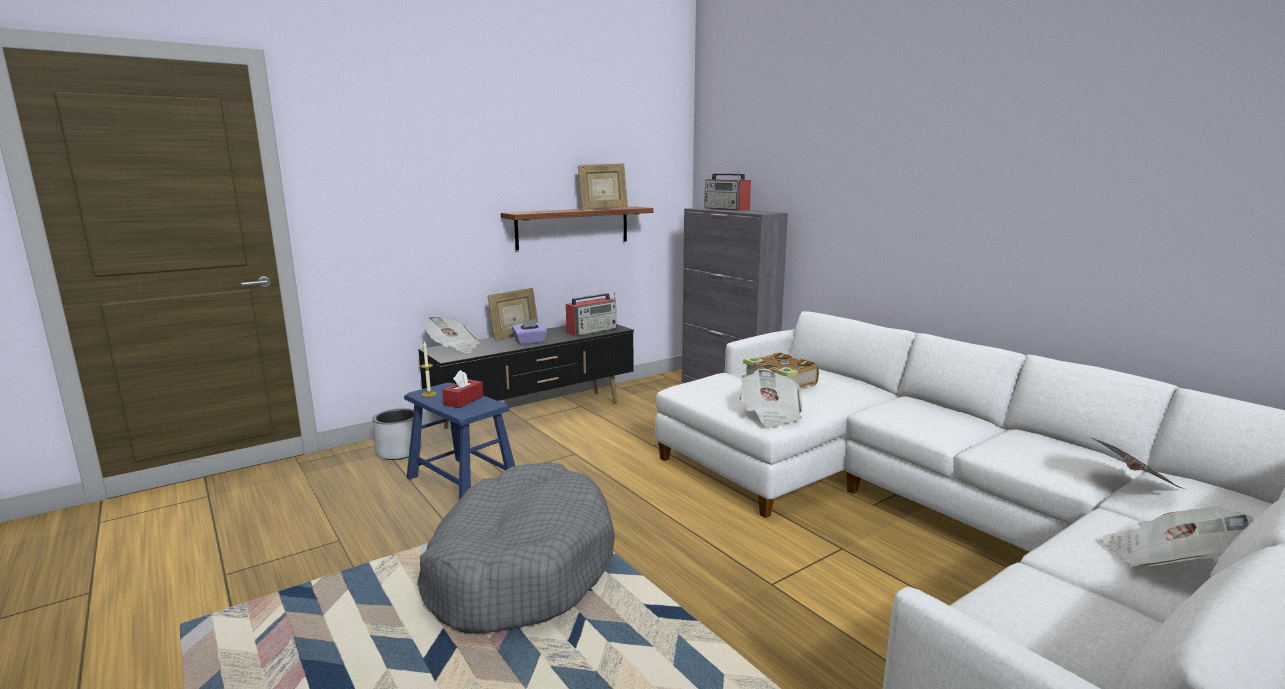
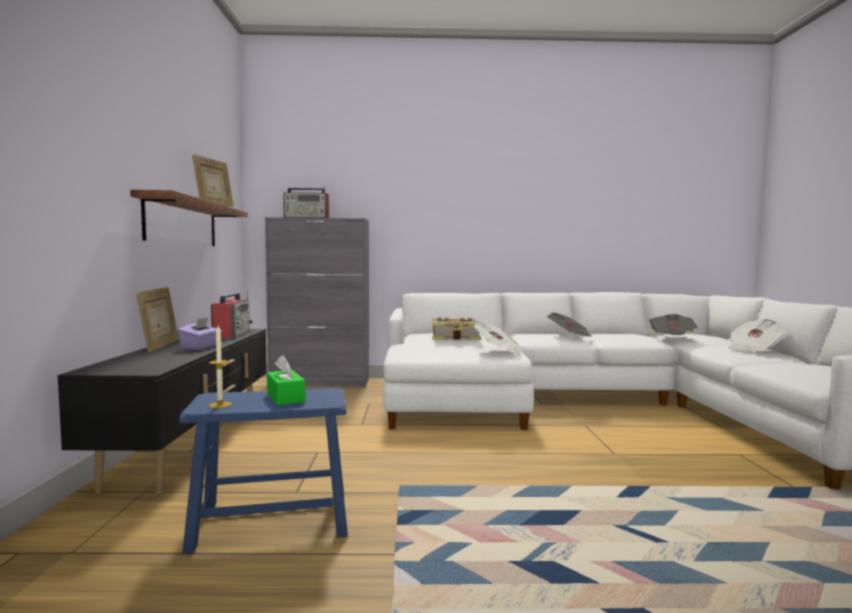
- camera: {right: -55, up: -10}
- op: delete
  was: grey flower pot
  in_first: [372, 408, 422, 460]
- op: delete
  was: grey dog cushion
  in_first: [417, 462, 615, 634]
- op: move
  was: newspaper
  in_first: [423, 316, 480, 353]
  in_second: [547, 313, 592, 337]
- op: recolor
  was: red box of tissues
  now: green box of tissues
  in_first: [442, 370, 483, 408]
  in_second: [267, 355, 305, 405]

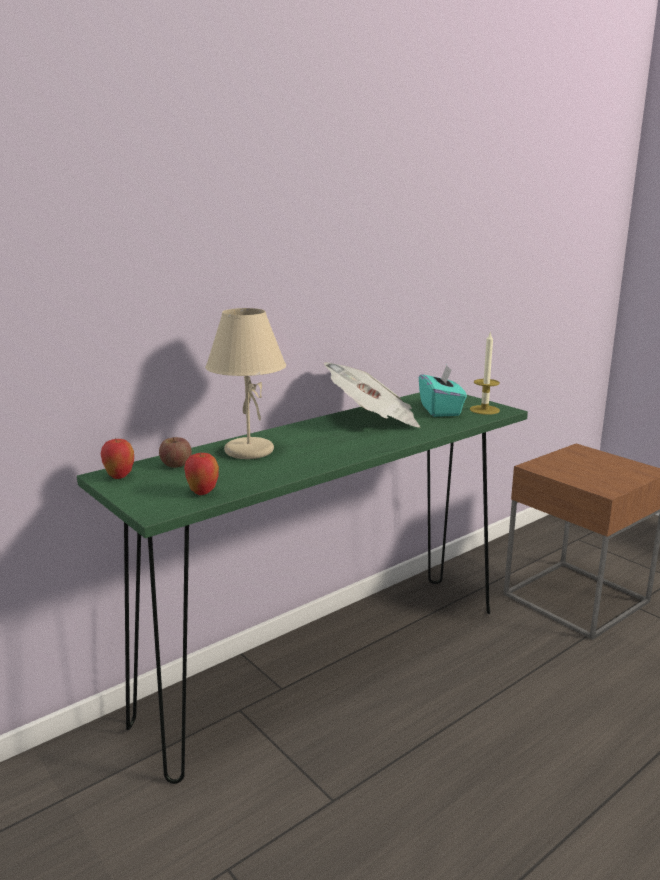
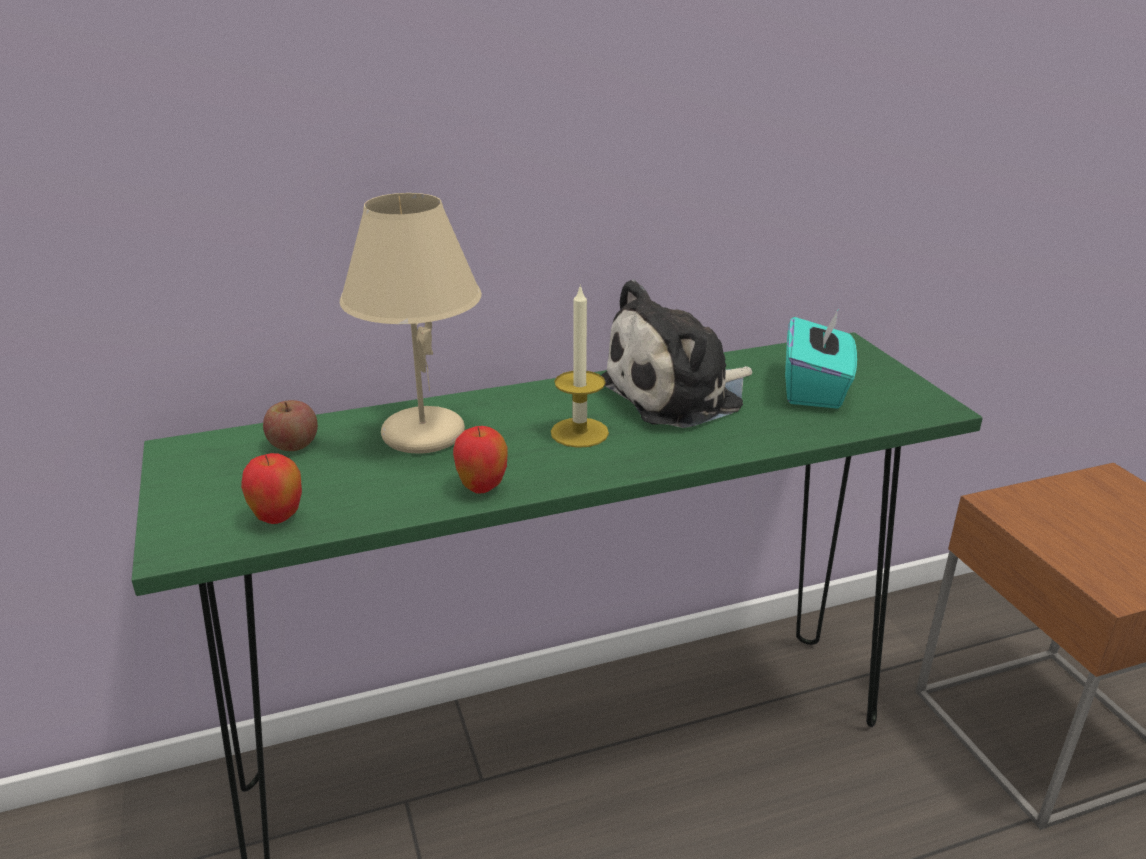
- camera: {right: 20, up: 10}
- op: move
  was: apple fruit
  in_first: [101, 437, 134, 479]
  in_second: [453, 426, 508, 494]
- op: move
  was: wax light
  in_first: [470, 331, 500, 415]
  in_second: [551, 284, 609, 448]
- op: replace
  was: newspaper
  now: cuddly toy
  in_first: [324, 362, 420, 427]
  in_second: [601, 279, 753, 428]

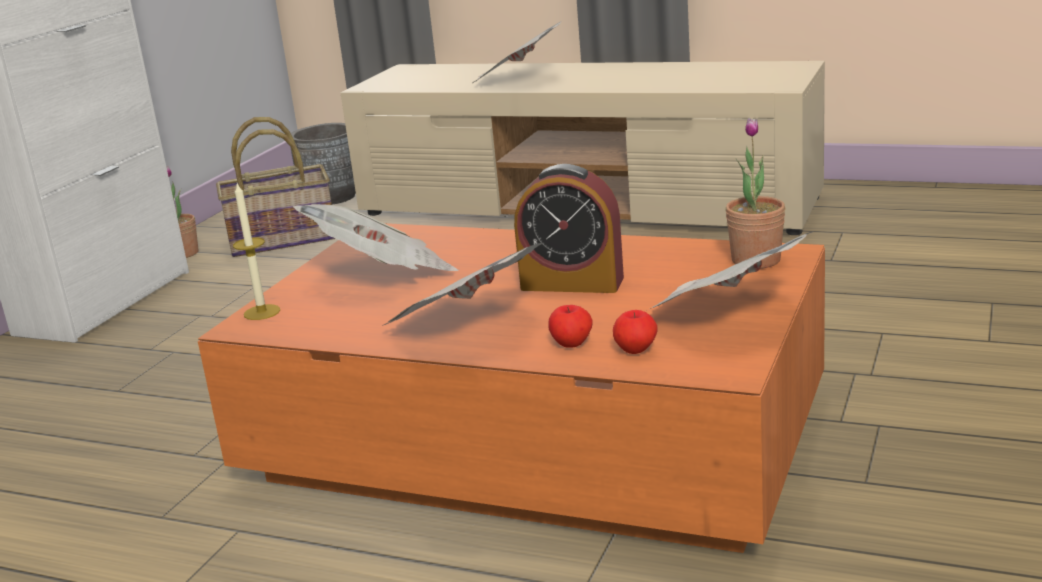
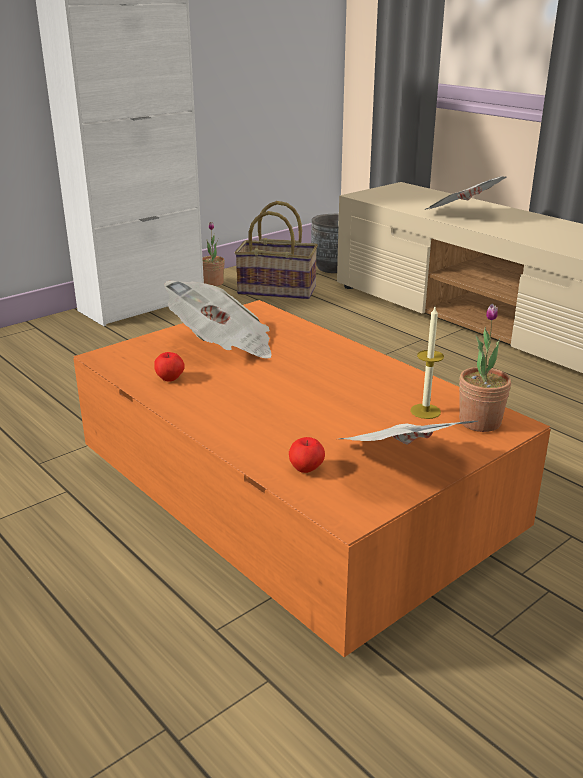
- camera: {right: 25, up: 5}
- op: delete
  was: newspaper
  in_first: [382, 243, 542, 326]
- op: delete
  was: bedside clock
  in_first: [514, 164, 624, 293]
- op: move
  was: wax light
  in_first: [233, 183, 280, 320]
  in_second: [410, 307, 444, 419]
- op: move
  was: apple fruit
  in_first: [549, 305, 593, 348]
  in_second: [154, 352, 185, 382]

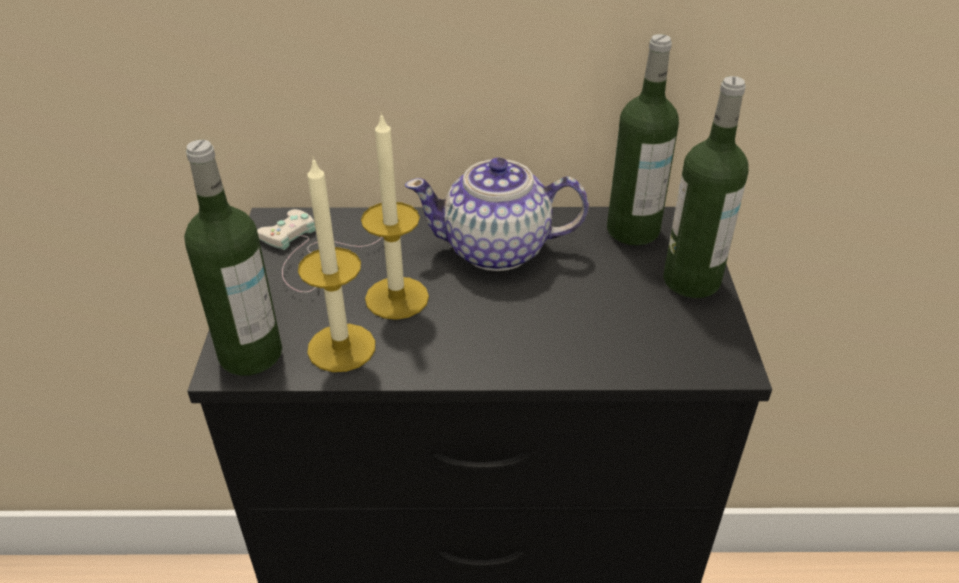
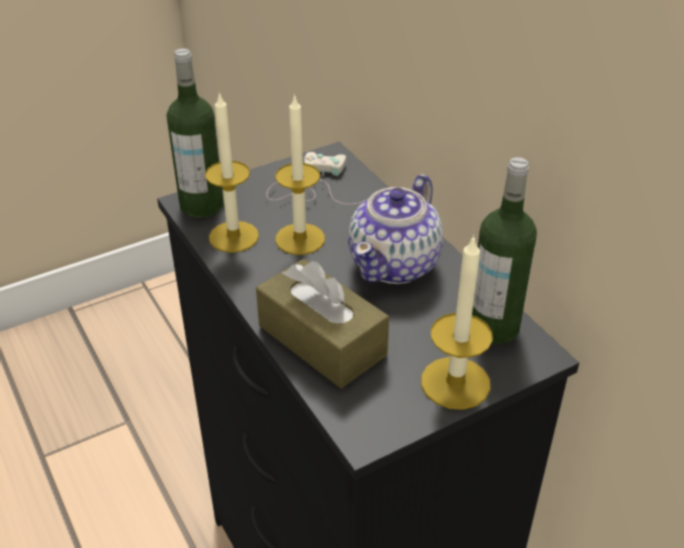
- camera: {right: 60, up: 0}
- op: insert
  now: brownish box of tissues
  in_second: [256, 259, 389, 388]
- op: replace
  was: bottle
  now: wax light
  in_first: [663, 76, 749, 298]
  in_second: [421, 235, 493, 410]
- op: rotate
  was: teapot
  in_first: [405, 157, 589, 271]
  in_second: [348, 174, 443, 284]
  clockwise: -120

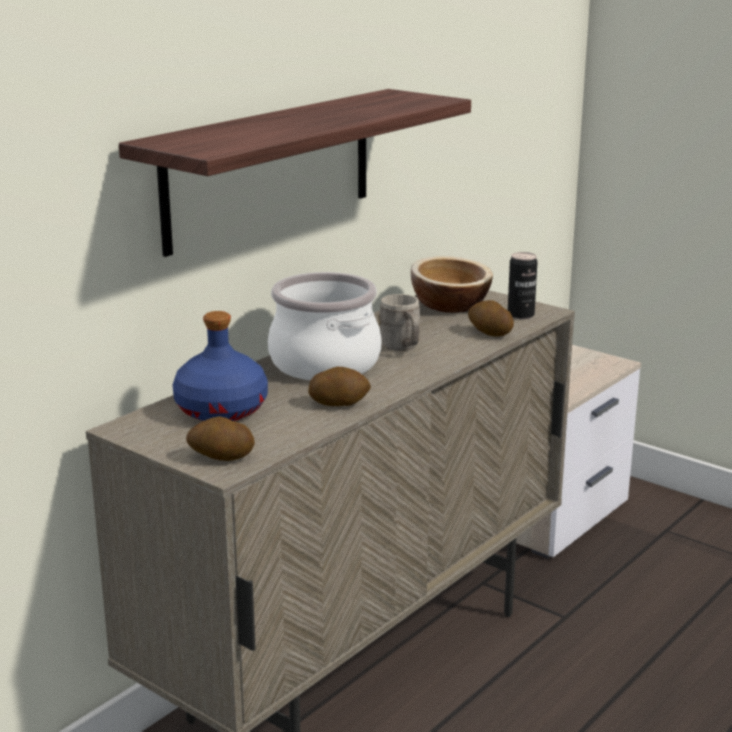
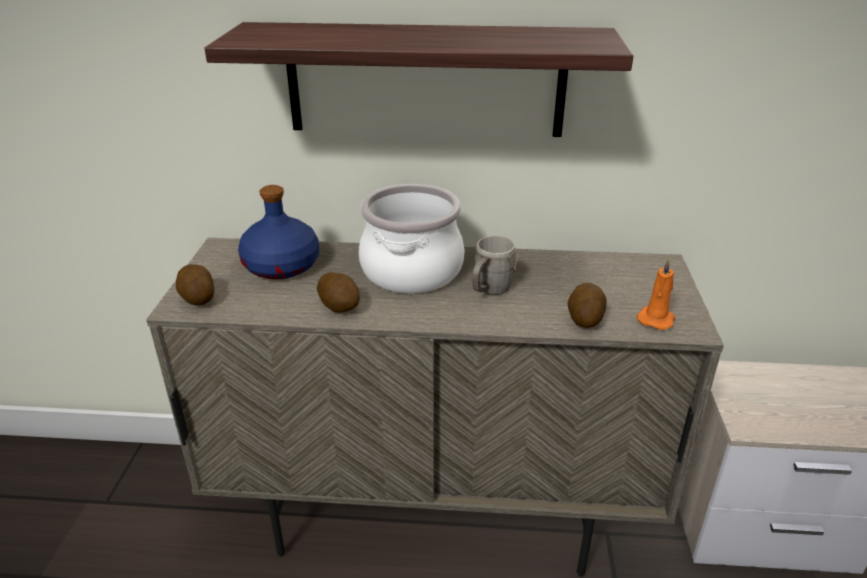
- camera: {right: 55, up: 10}
- op: delete
  was: serving bowl
  in_first: [411, 256, 493, 313]
- op: replace
  was: can
  now: orange-coloured wax light
  in_first: [508, 252, 537, 319]
  in_second: [637, 258, 675, 330]

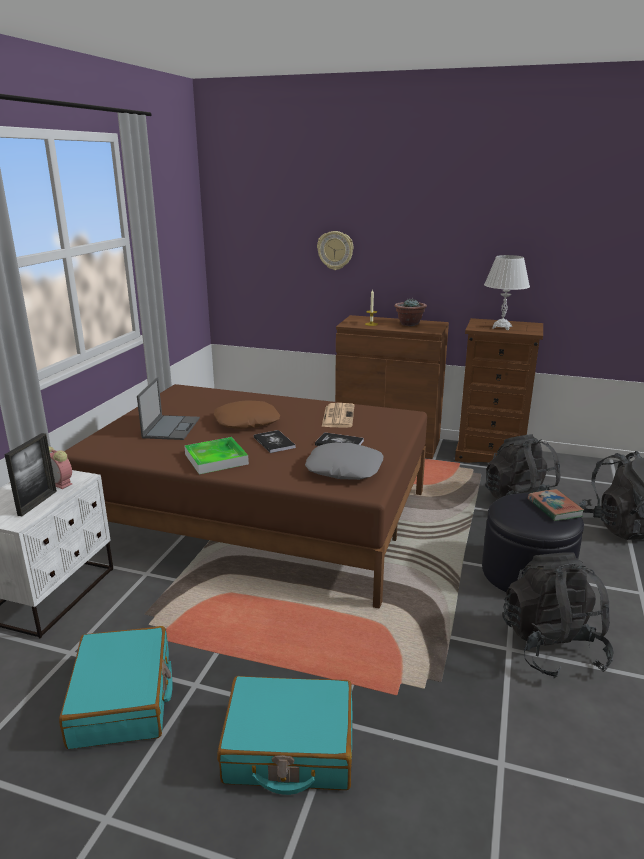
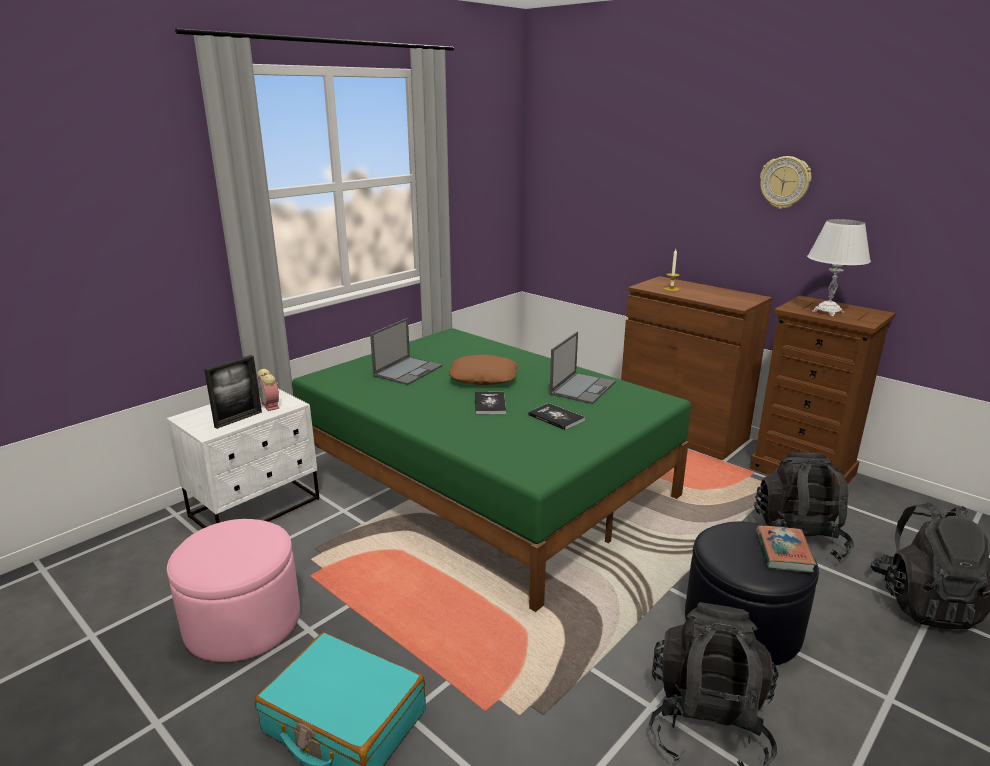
- camera: {right: 25, up: 0}
- op: delete
  was: carrying tray
  in_first: [184, 437, 249, 474]
- op: delete
  was: grey pillow
  in_first: [305, 442, 383, 480]
- op: delete
  was: potted plant
  in_first: [394, 298, 427, 326]
- op: move
  was: clock on the wall
  in_first: [317, 231, 354, 270]
  in_second: [760, 156, 811, 209]
- op: replace
  was: turquoise-coloured suitcase
  now: pink-coloured ottoman
  in_first: [59, 626, 173, 749]
  in_second: [167, 519, 300, 662]
- op: replace
  was: newspaper
  now: notebook computer
  in_first: [322, 403, 354, 428]
  in_second: [550, 332, 616, 404]
- op: recolor
  was: brownish sleeping bed
  now: green sleeping bed
  in_first: [64, 384, 427, 609]
  in_second: [292, 328, 691, 612]

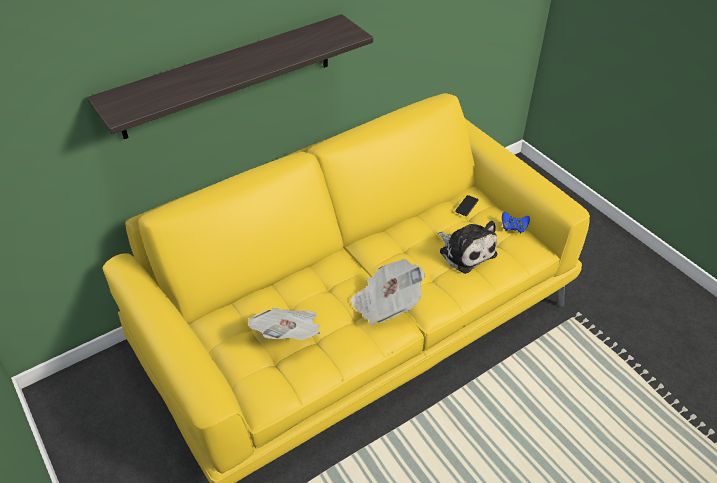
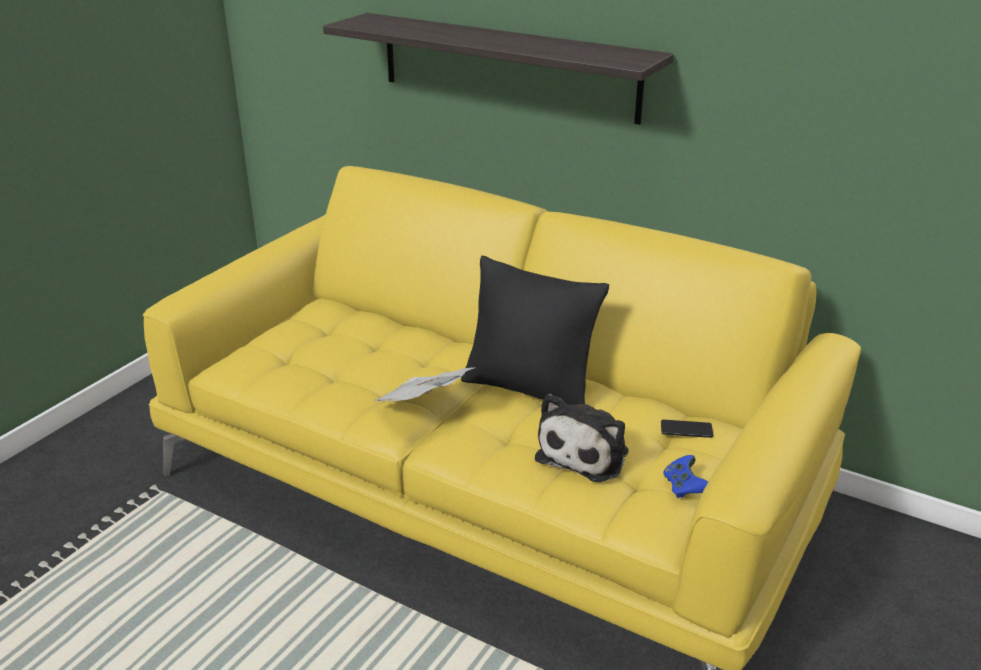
- camera: {right: 65, up: -15}
- op: delete
  was: newspaper
  in_first: [248, 308, 320, 340]
- op: insert
  now: black-coloured pillow
  in_second: [461, 255, 609, 405]

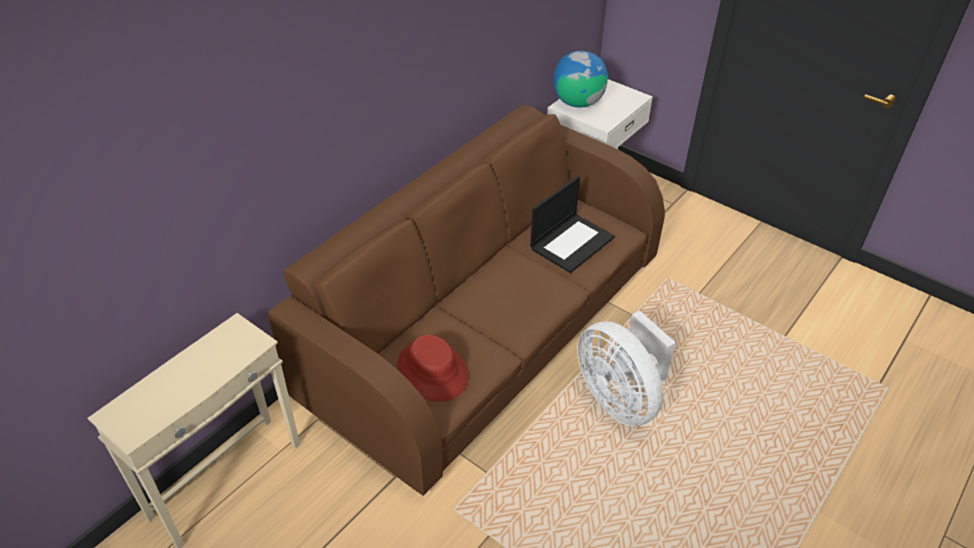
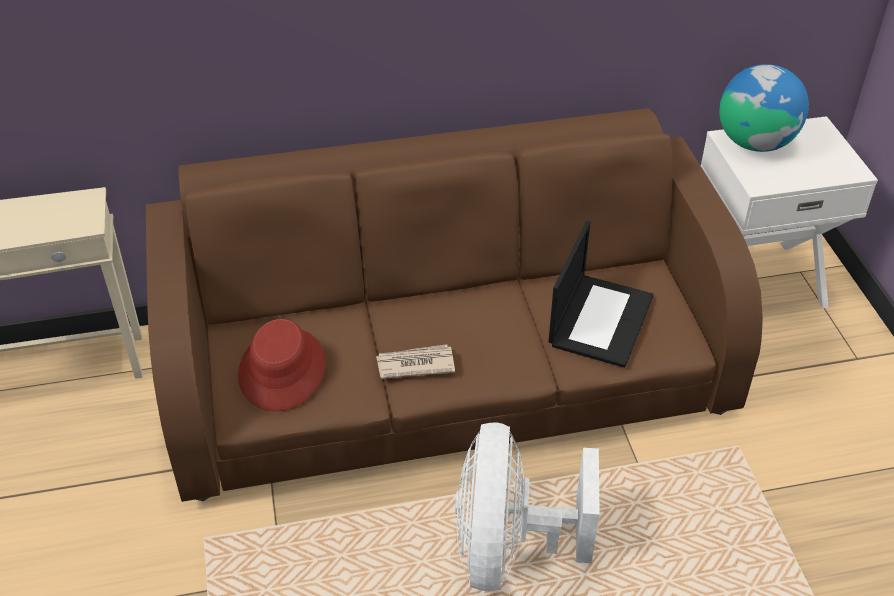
- camera: {right: 40, up: 0}
- op: insert
  now: newspaper
  in_second: [376, 344, 455, 379]
- op: rotate
  was: notebook computer
  in_first: [530, 176, 615, 273]
  in_second: [549, 221, 654, 368]
  clockwise: -60

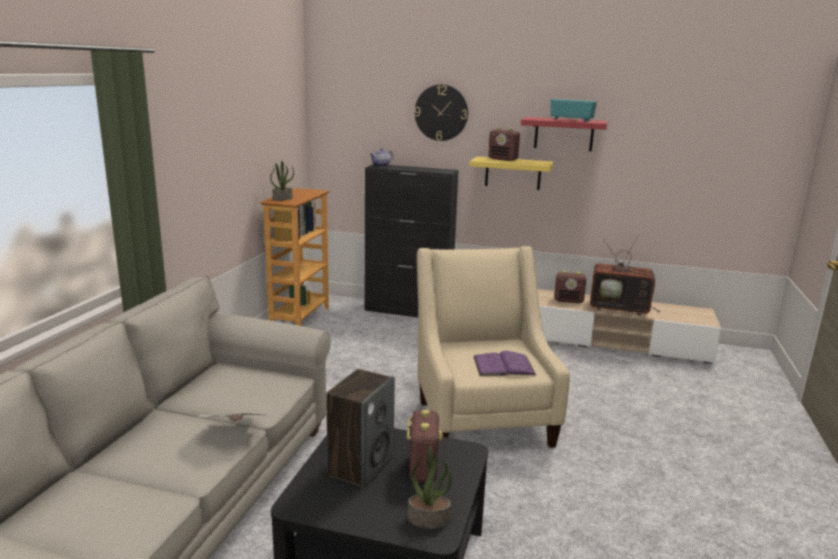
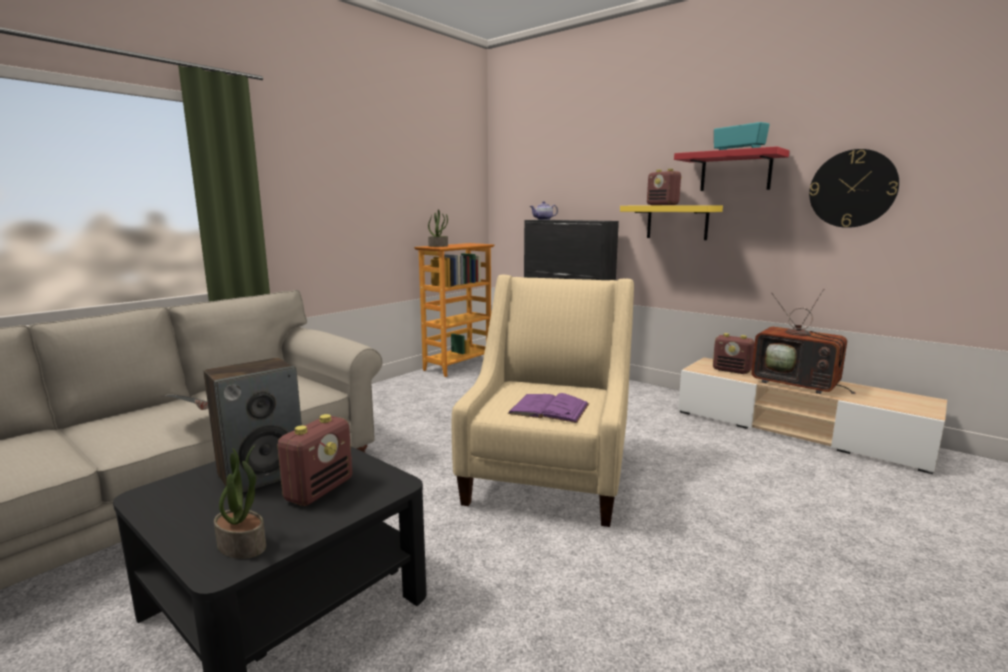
- camera: {right: 25, up: -5}
- op: move
  was: clock on the wall
  in_first: [415, 84, 468, 141]
  in_second: [809, 149, 899, 228]

